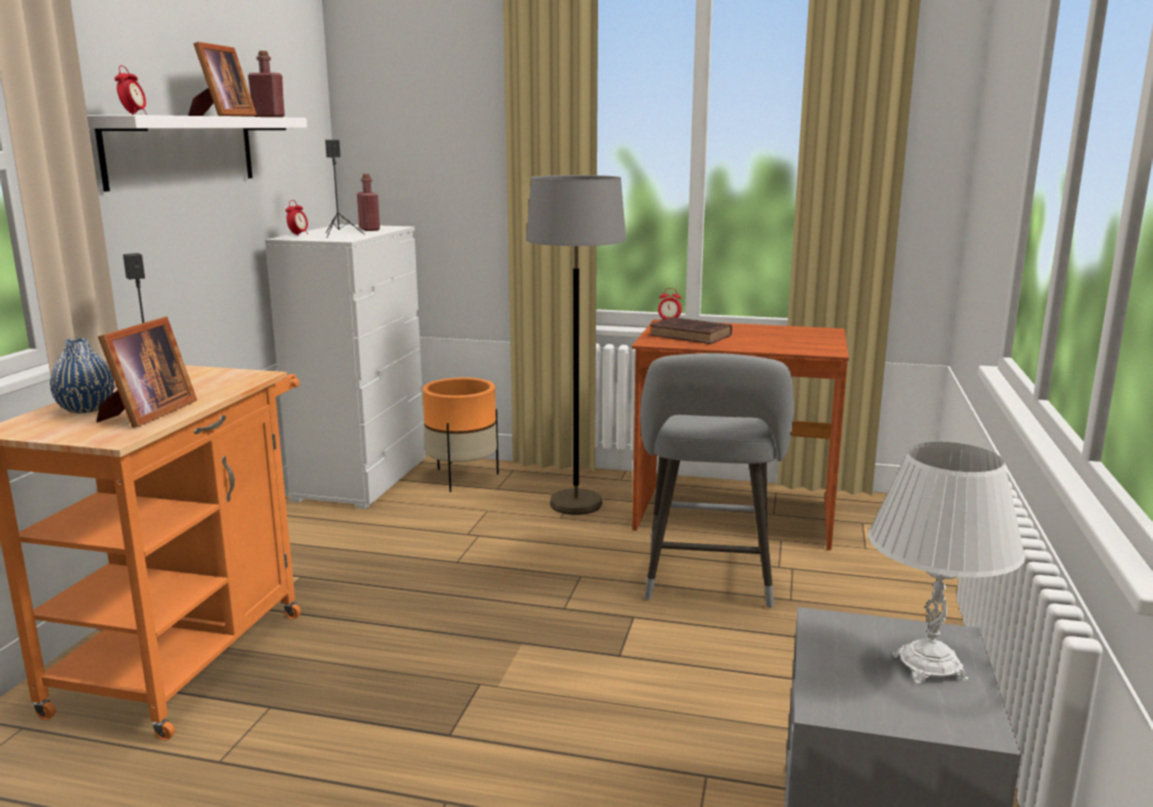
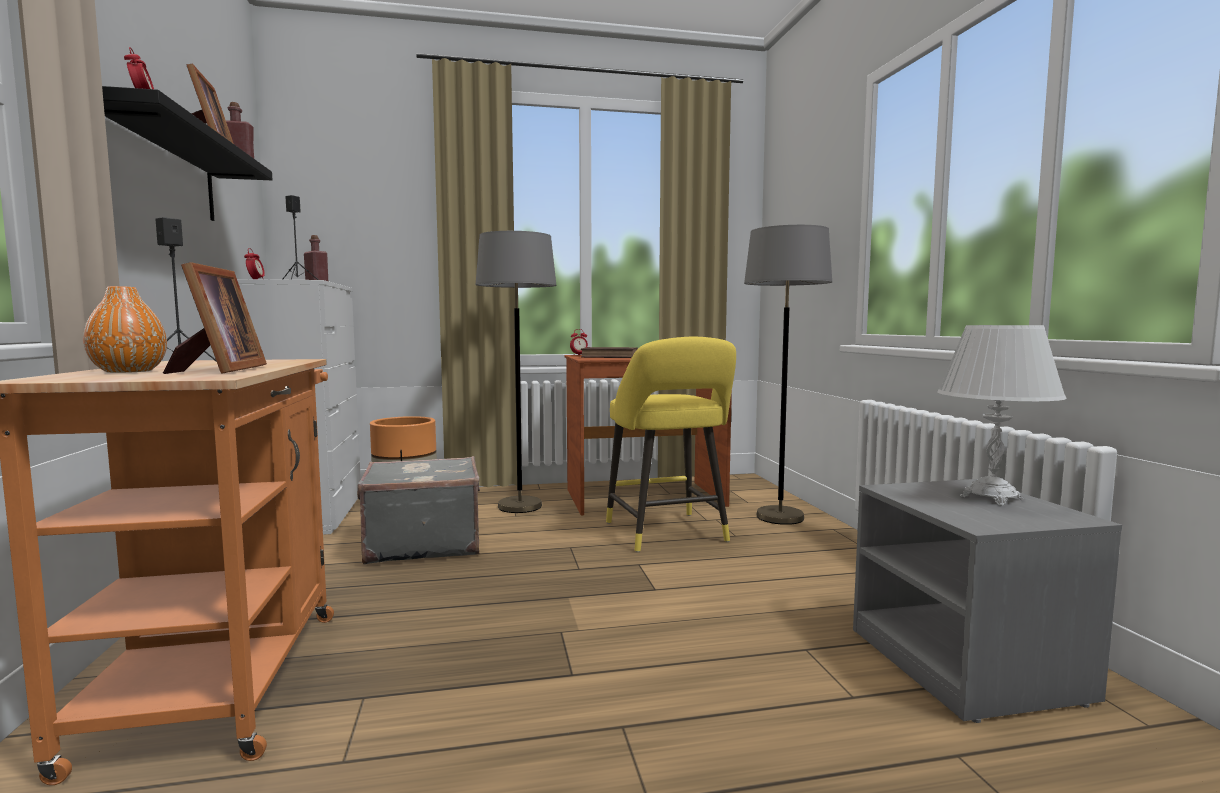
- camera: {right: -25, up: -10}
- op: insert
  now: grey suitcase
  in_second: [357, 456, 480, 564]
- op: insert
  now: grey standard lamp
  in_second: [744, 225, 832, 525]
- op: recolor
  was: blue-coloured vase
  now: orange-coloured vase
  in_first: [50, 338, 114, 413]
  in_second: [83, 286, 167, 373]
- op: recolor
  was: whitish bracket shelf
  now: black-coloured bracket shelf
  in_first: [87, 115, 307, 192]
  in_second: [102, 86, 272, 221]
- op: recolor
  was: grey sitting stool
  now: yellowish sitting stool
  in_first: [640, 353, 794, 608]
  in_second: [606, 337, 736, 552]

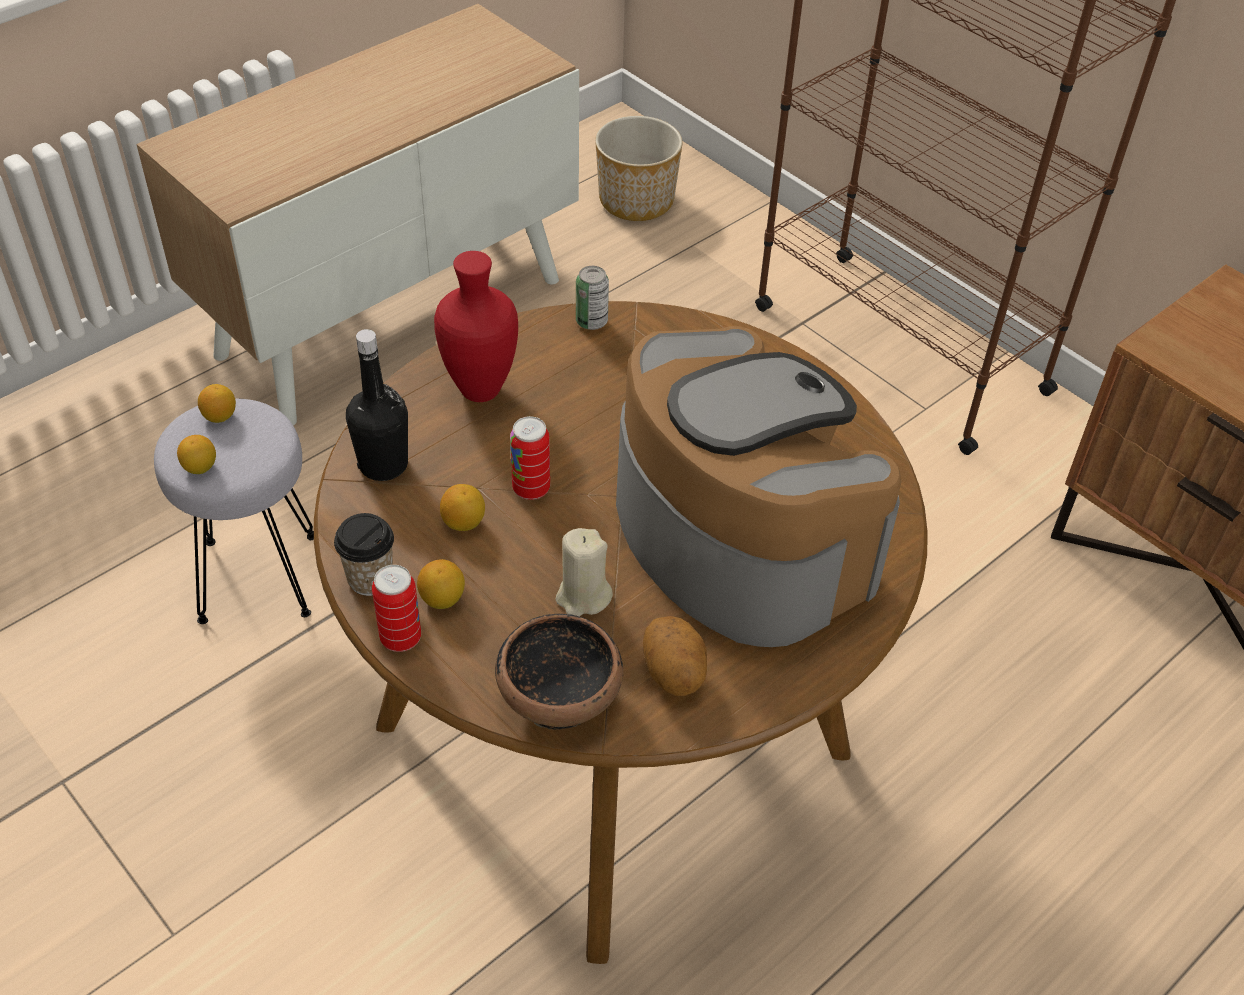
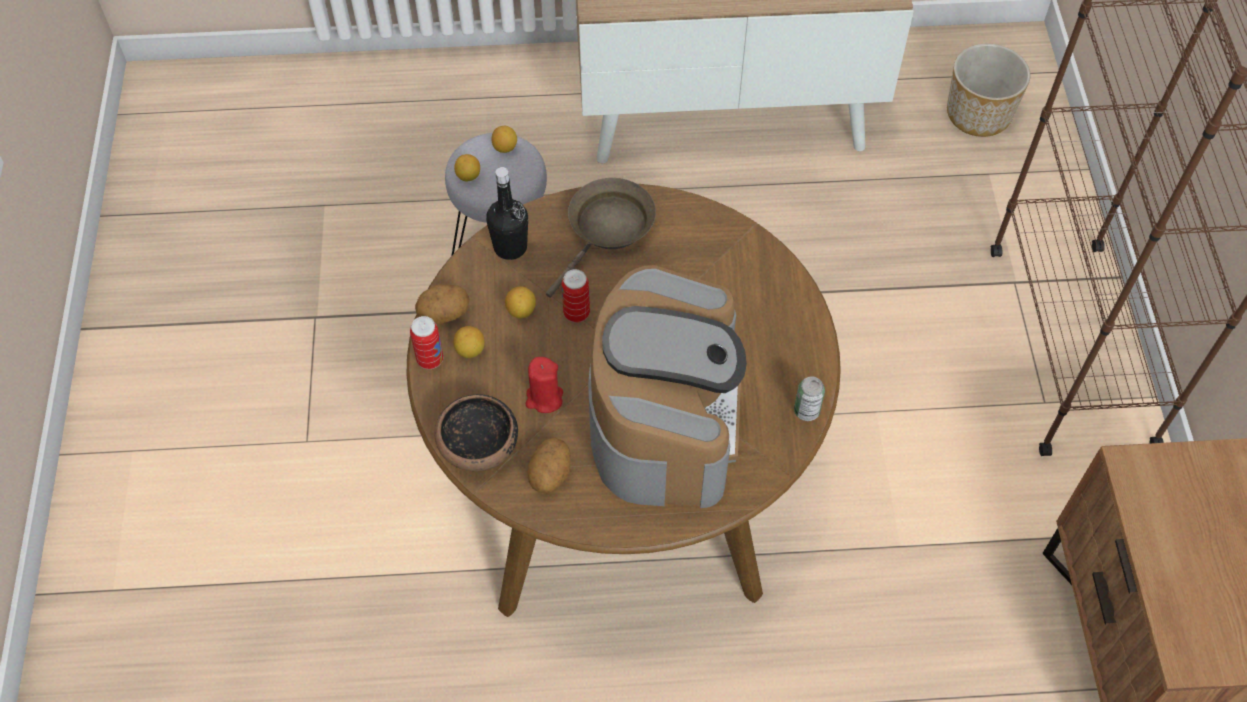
- camera: {right: 40, up: 10}
- op: move
  was: can
  in_first: [576, 266, 609, 330]
  in_second: [794, 376, 825, 421]
- op: replace
  was: drinking cup
  now: spud
  in_first: [334, 513, 394, 596]
  in_second: [415, 284, 469, 324]
- op: replace
  was: red vase
  now: brownish pan
  in_first: [434, 251, 518, 402]
  in_second: [546, 178, 656, 298]
- op: recolor
  was: beige-coloured wax light
  now: red wax light
  in_first: [555, 528, 613, 616]
  in_second: [526, 357, 563, 413]

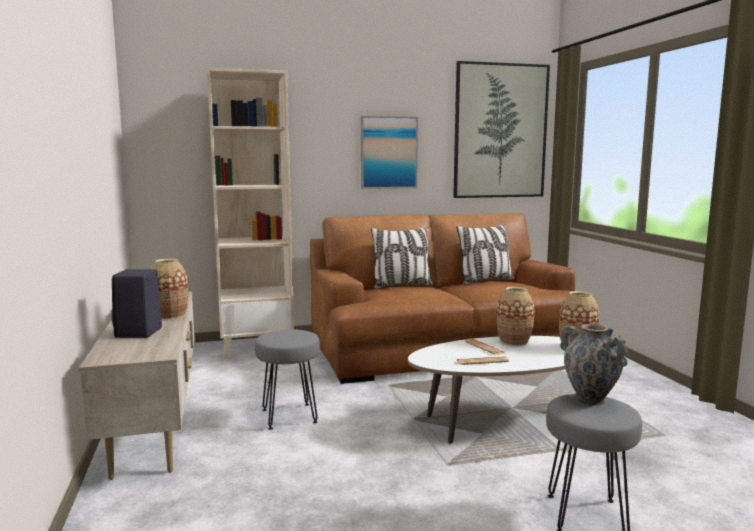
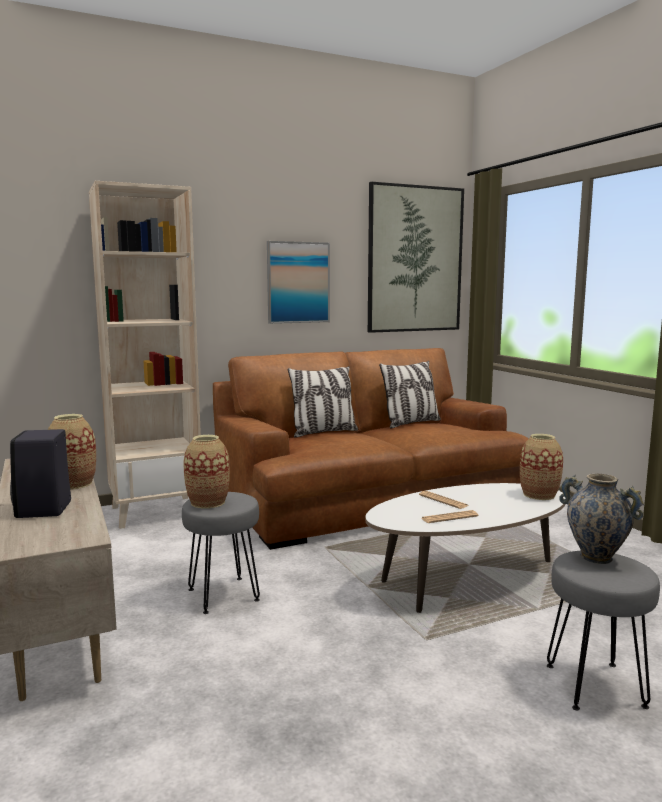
- camera: {right: -10, up: 0}
- op: move
  was: vase
  in_first: [497, 287, 535, 346]
  in_second: [183, 435, 230, 508]

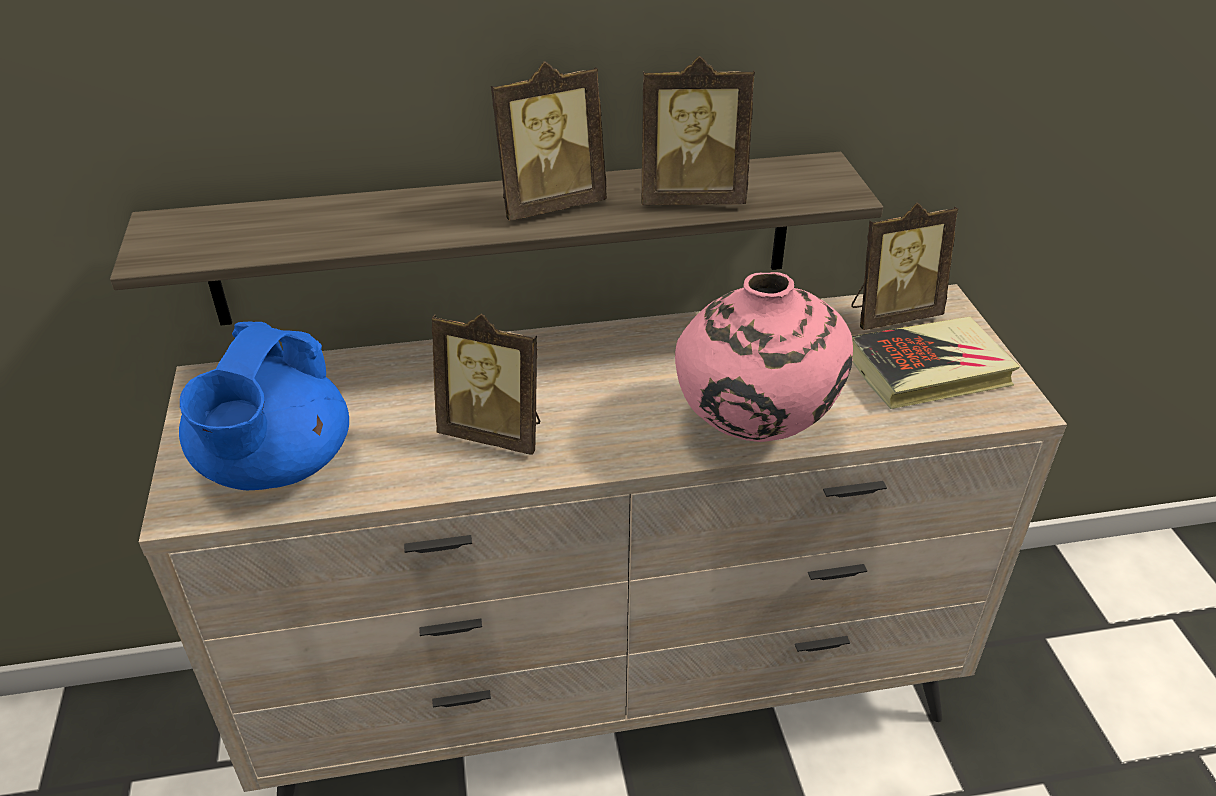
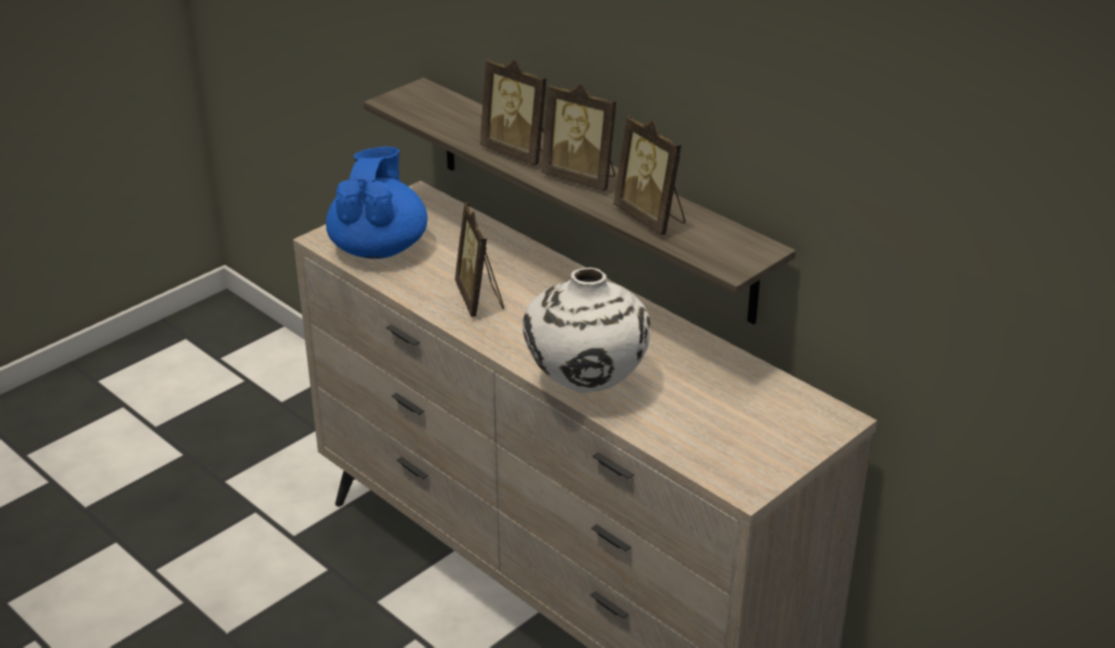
- camera: {right: 55, up: -5}
- op: delete
  was: bound book
  in_first: [852, 317, 1020, 409]
- op: move
  was: picture frame
  in_first: [851, 202, 958, 330]
  in_second: [480, 59, 547, 166]
- op: recolor
  was: pink-coloured vase
  now: whitish vase
  in_first: [675, 272, 853, 442]
  in_second: [523, 267, 651, 393]
- op: rotate
  was: blue-coloured teapot
  in_first: [179, 321, 349, 490]
  in_second: [326, 147, 428, 259]
  clockwise: 120

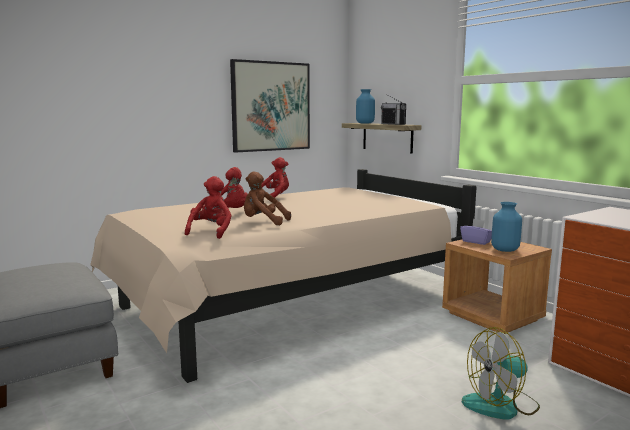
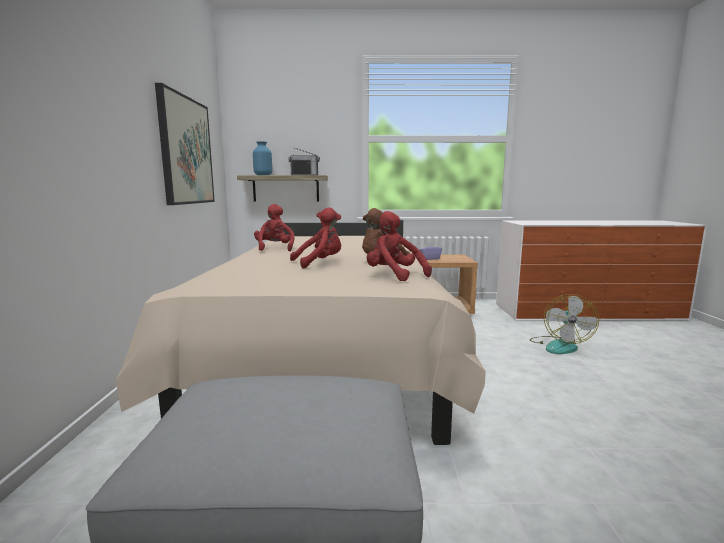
- camera: {right: -55, up: 0}
- op: delete
  was: blue-coloured vase
  in_first: [491, 202, 522, 252]

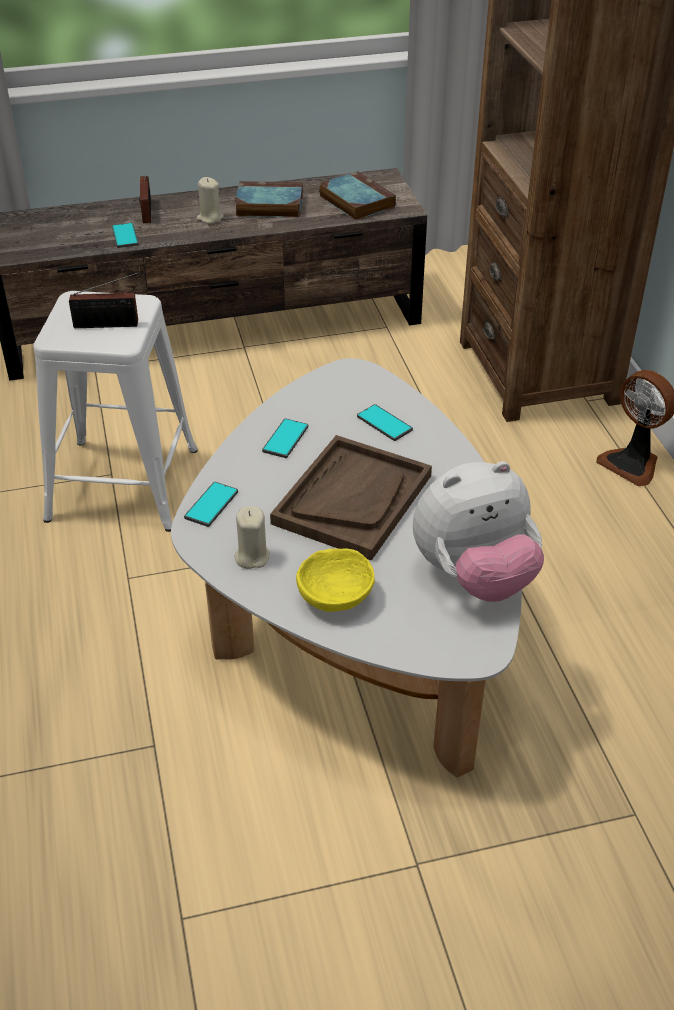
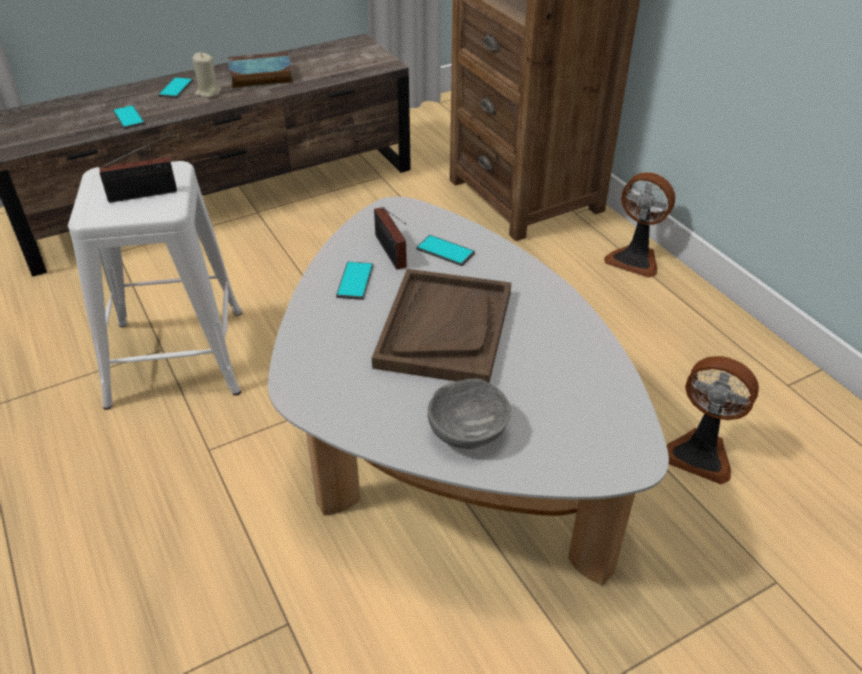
- camera: {right: -15, up: 0}
- op: delete
  was: beige-coloured wax light
  in_first: [235, 506, 270, 569]
- op: delete
  was: bound book
  in_first: [319, 171, 396, 221]
- op: delete
  was: cuddly toy
  in_first: [413, 461, 544, 602]
- op: insert
  now: electric fan
  in_second: [667, 356, 759, 484]
- op: move
  was: radio receiver
  in_first: [139, 176, 151, 223]
  in_second: [374, 207, 407, 270]
- op: move
  was: phone
  in_first: [184, 482, 238, 527]
  in_second: [158, 77, 193, 98]
- op: recolor
  was: yellowish serving bowl
  now: grey serving bowl
  in_first: [296, 548, 375, 612]
  in_second: [428, 379, 511, 449]

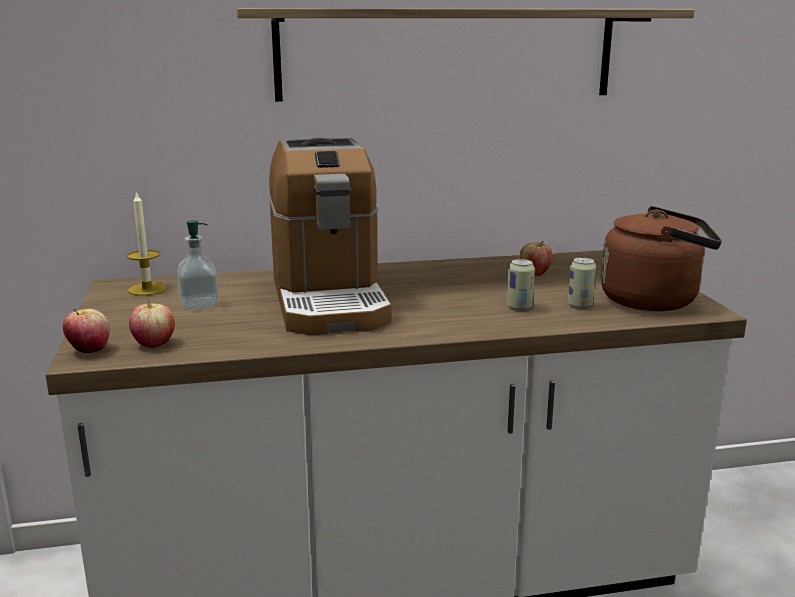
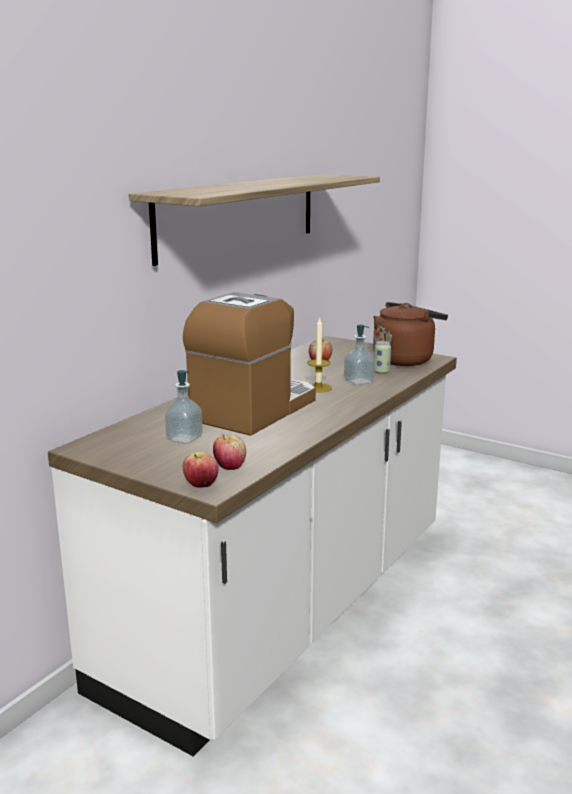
- camera: {right: -45, up: 0}
- op: move
  was: wax light
  in_first: [127, 191, 166, 296]
  in_second: [307, 317, 332, 393]
- op: replace
  was: can
  now: liquid soap bottle
  in_first: [507, 259, 535, 311]
  in_second: [344, 325, 375, 385]
- op: rotate
  was: coffee brewer
  in_first: [268, 138, 392, 335]
  in_second: [183, 292, 316, 436]
  clockwise: -90

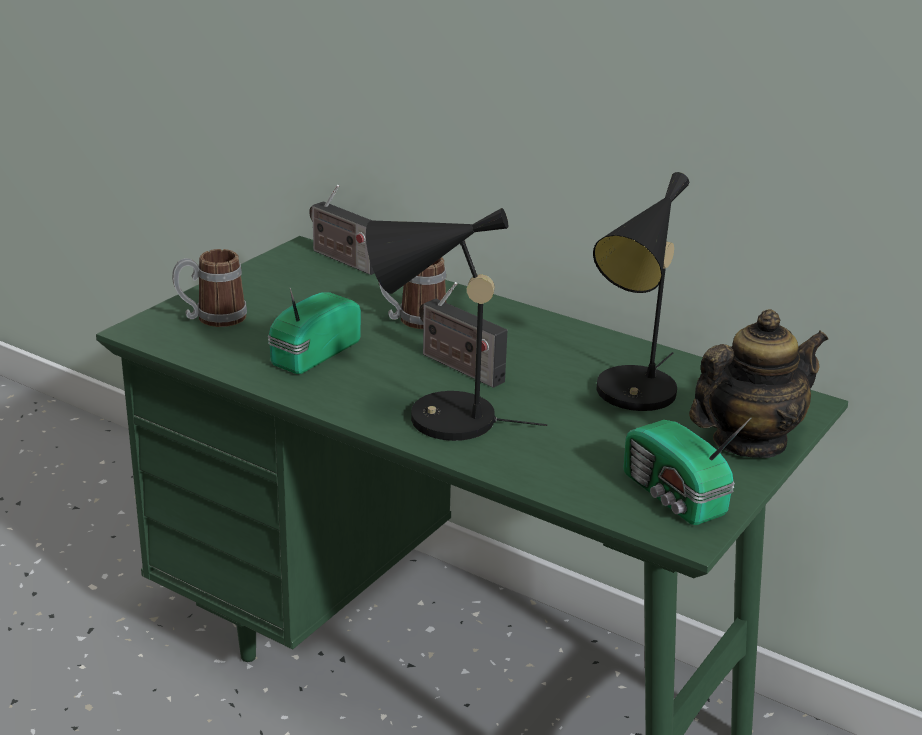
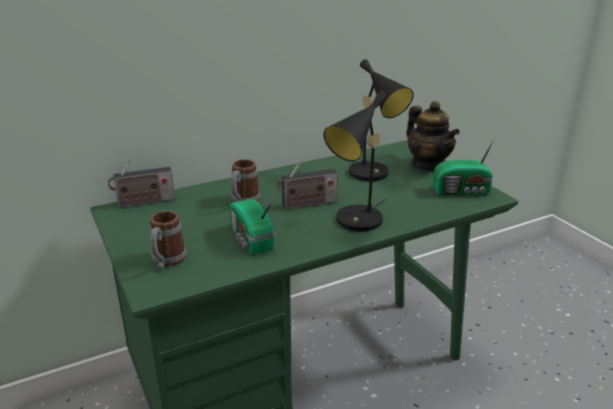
- camera: {right: -60, up: 0}
- op: rotate
  was: teapot
  in_first: [689, 309, 828, 458]
  in_second: [406, 101, 460, 171]
  clockwise: 150

